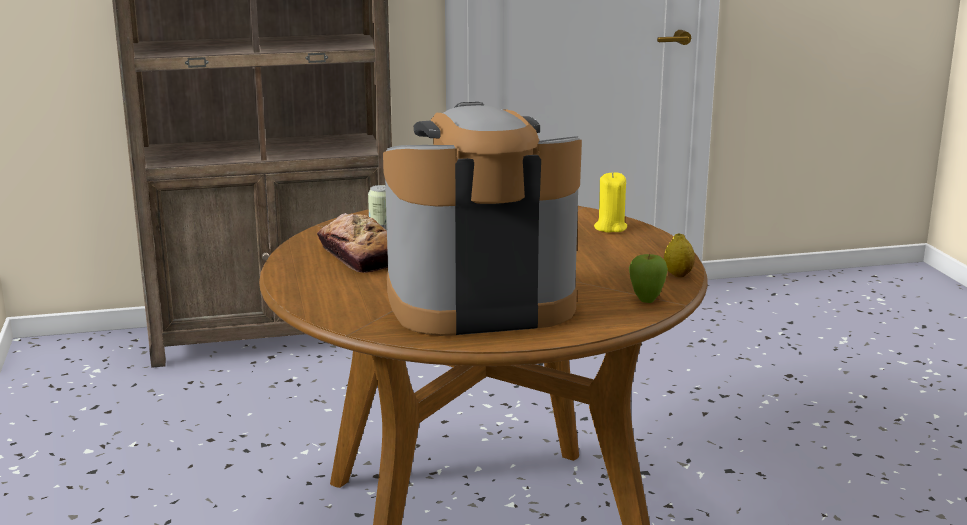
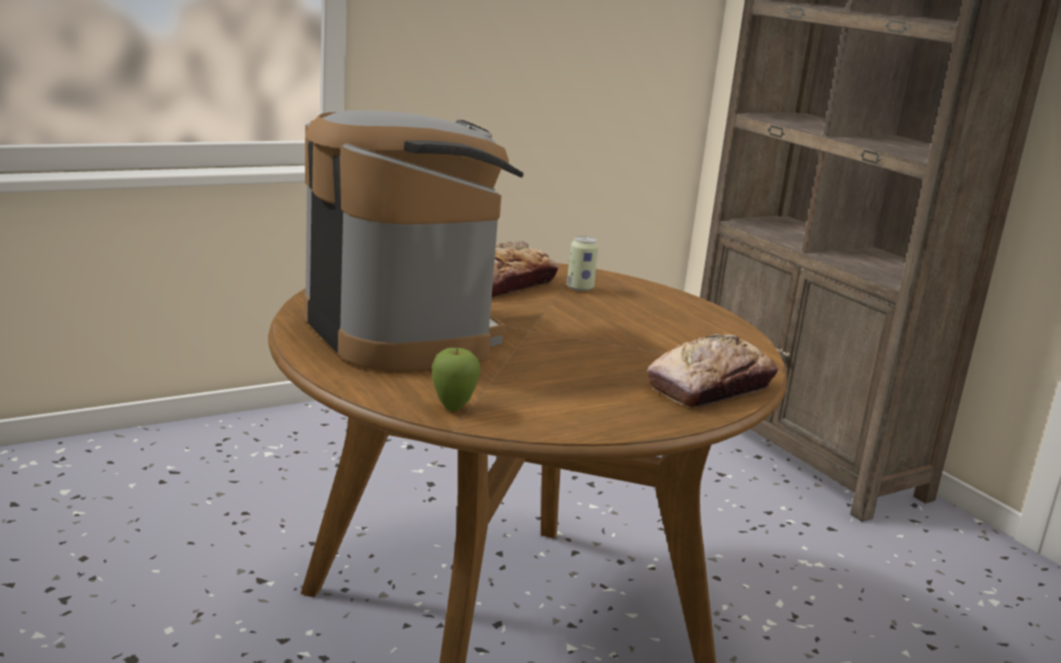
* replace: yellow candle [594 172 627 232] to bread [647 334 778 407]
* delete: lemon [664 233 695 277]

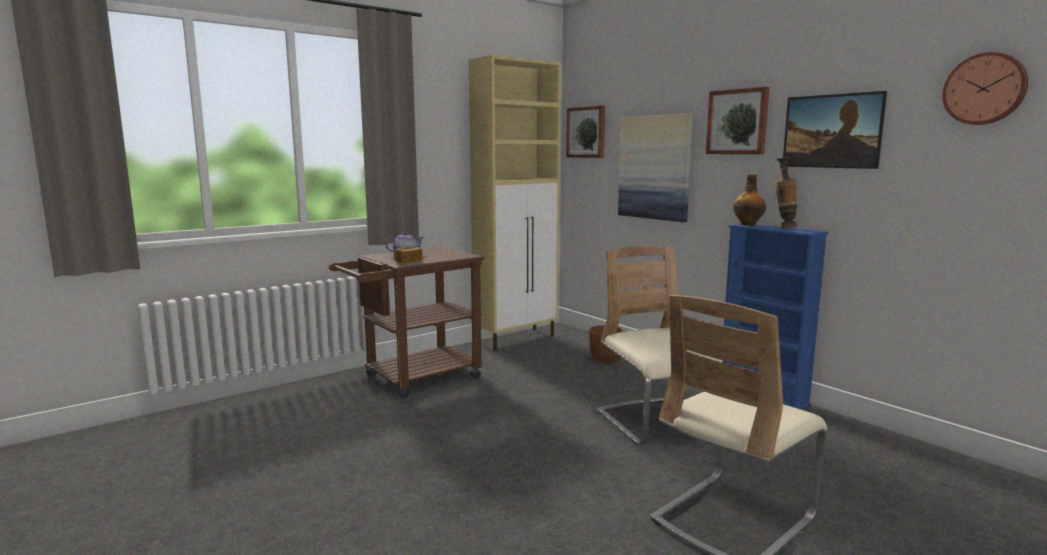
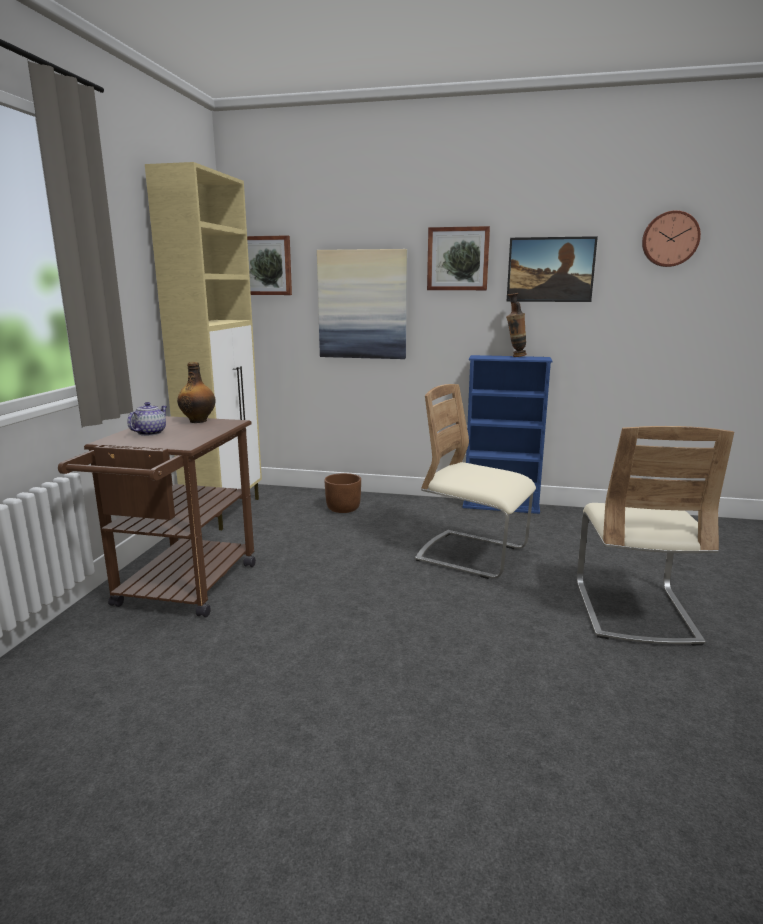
* move: bottle [733 174 766 226] to [177 362 216 423]
* delete: bread [394 246 423 263]

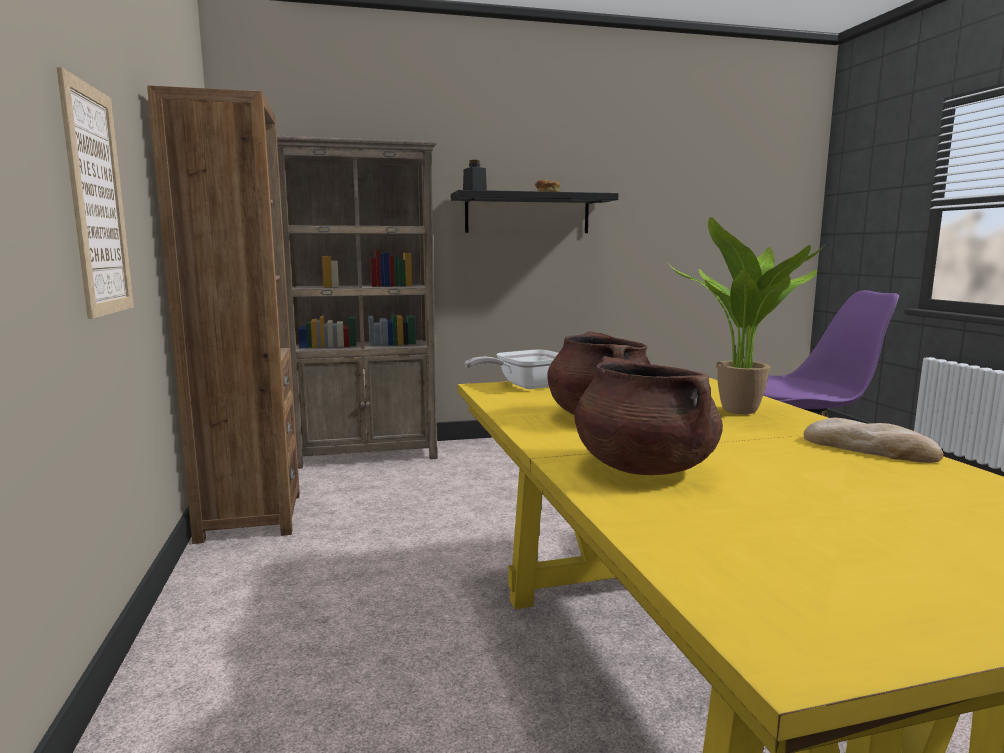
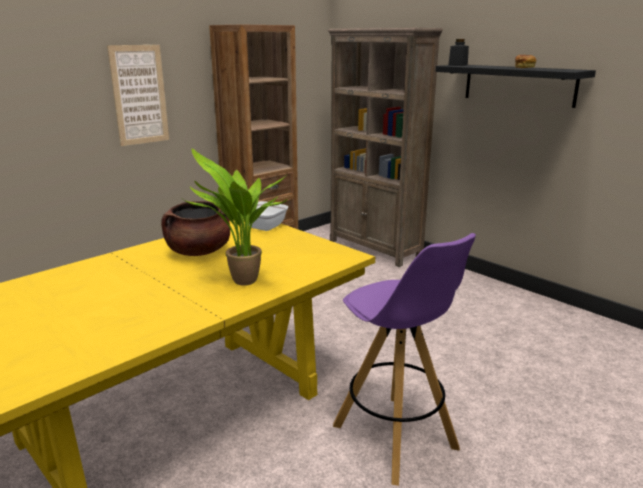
* delete: brown cooking pot [574 356 723 475]
* delete: bread [803 418 943 463]

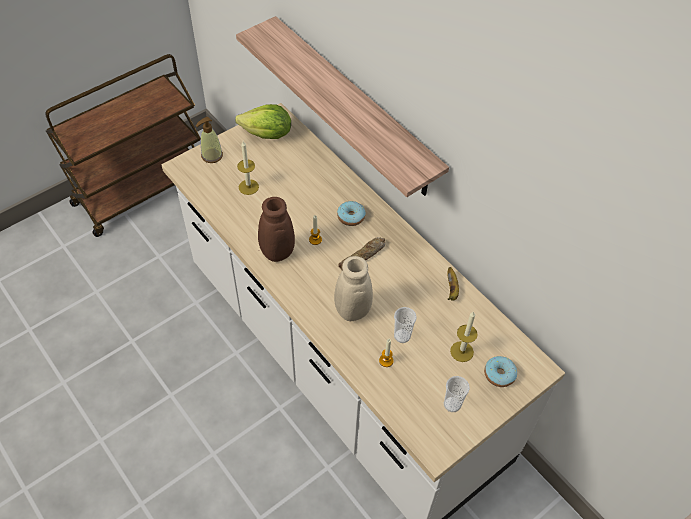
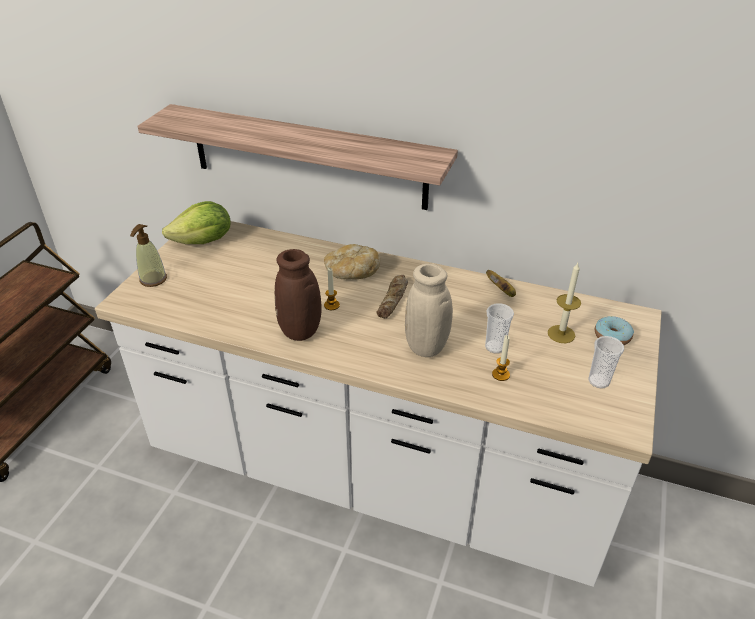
* delete: candle [237 141 259 195]
* replace: donut [337 201 366 226] to bread [324 244 380 279]

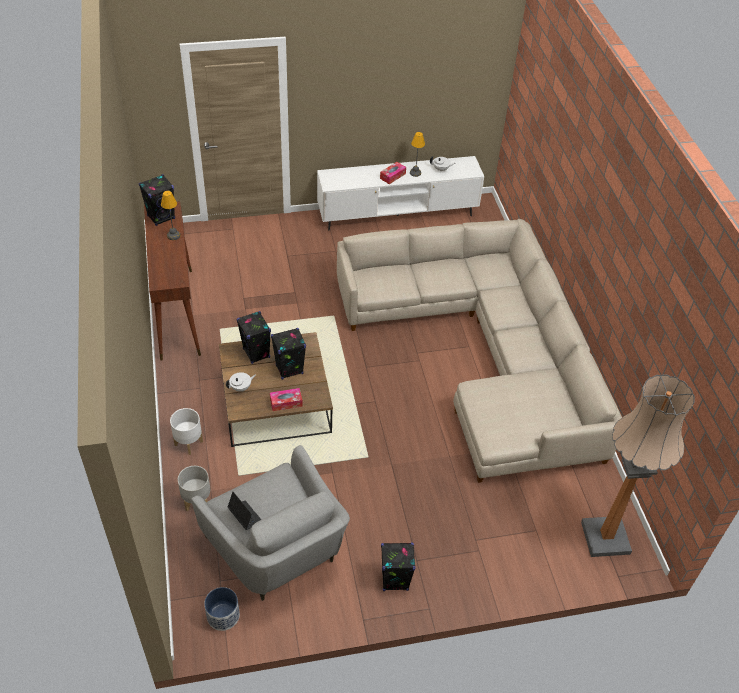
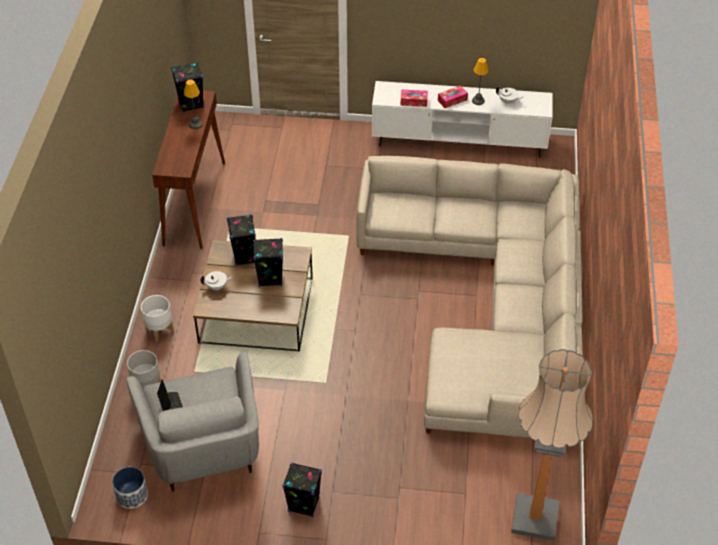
* move: tissue box [270 388 303 411] to [400 90 428 107]

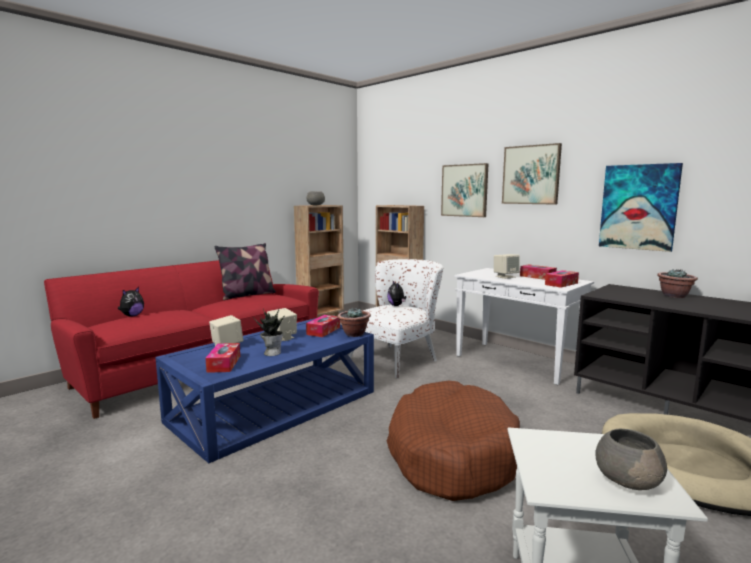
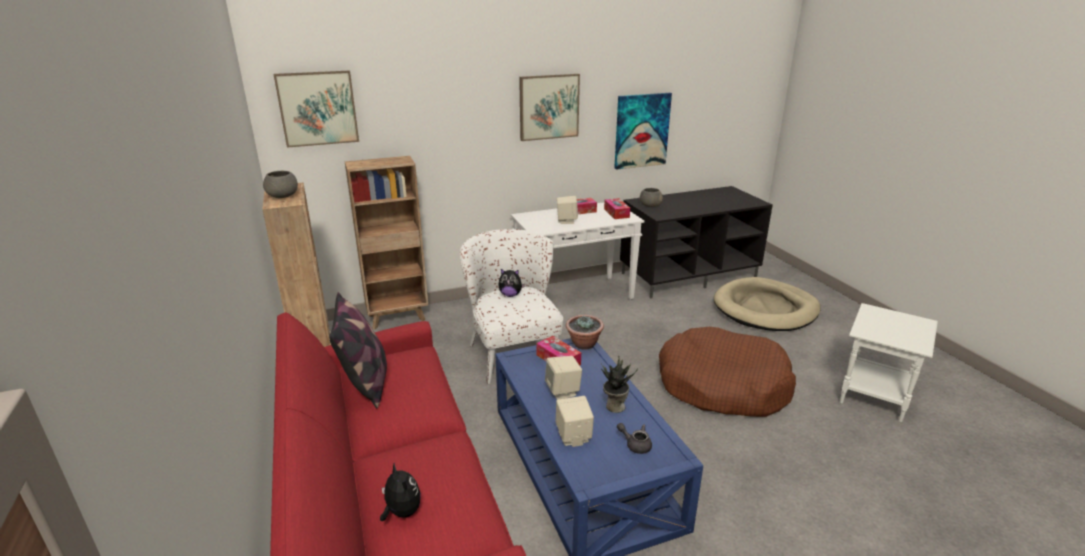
* move: picture [441 163 489 217] to [274 71 359 148]
* delete: potted plant [657 269 698 298]
* replace: tissue box [206 343 240 373] to grey teapot [617 423 652 454]
* move: grey bowl [596 429 667 490] to [640 188 663 207]

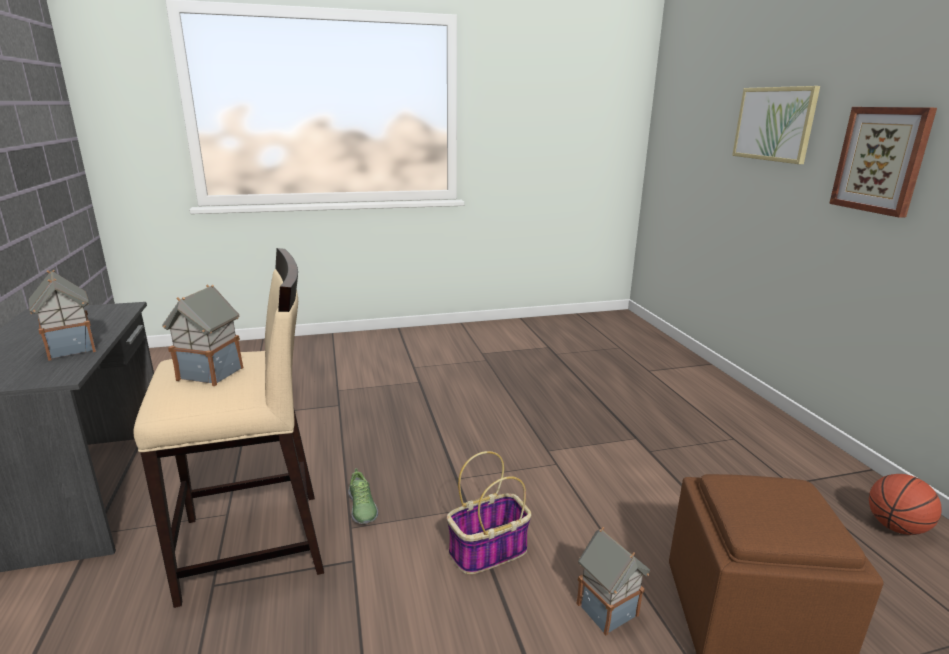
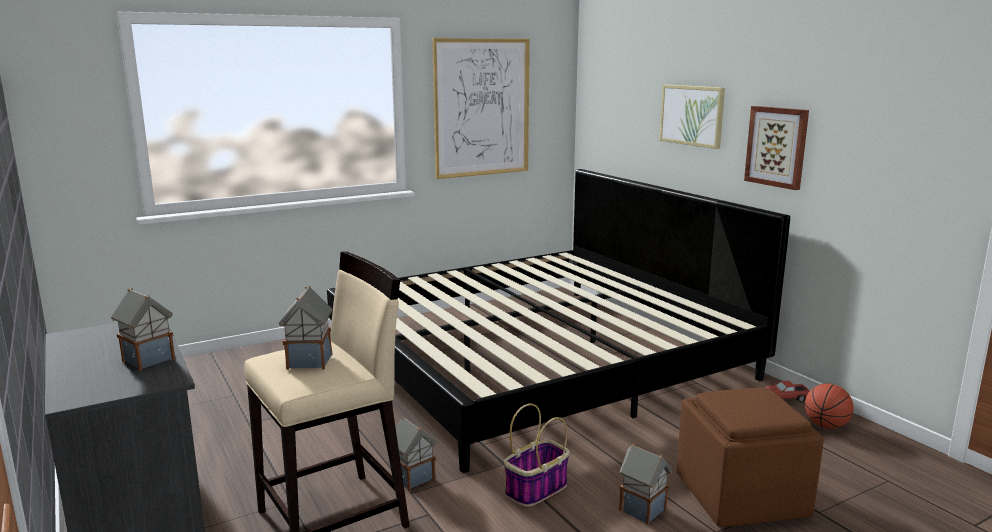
* replace: shoe [348 468 378 524] to toy house [396 416 437 491]
* insert: picture [432 38 530 179]
* insert: bed [327 169 790 473]
* insert: toy truck [764 381 810 402]

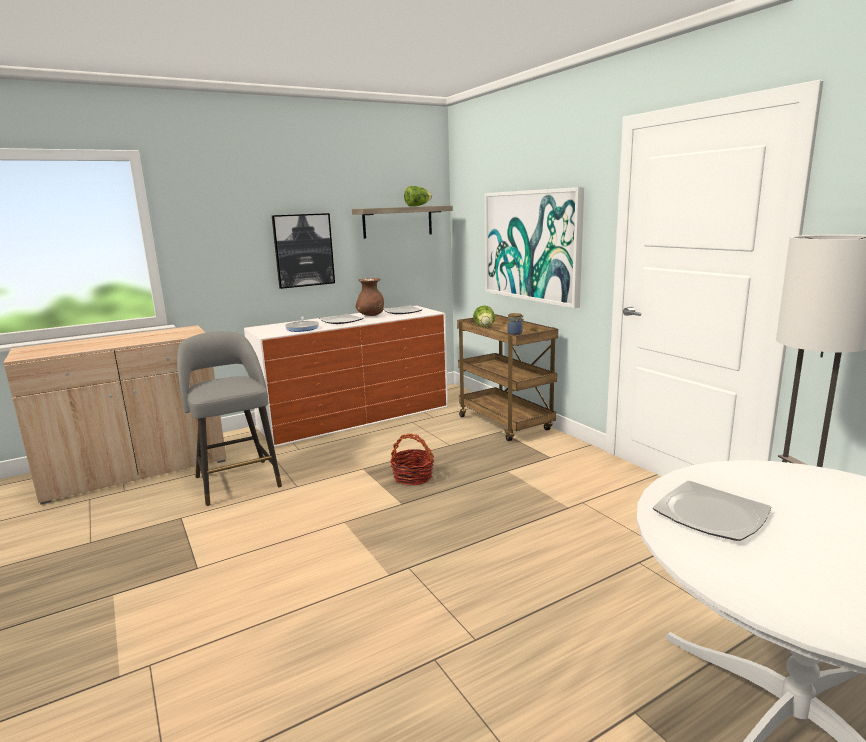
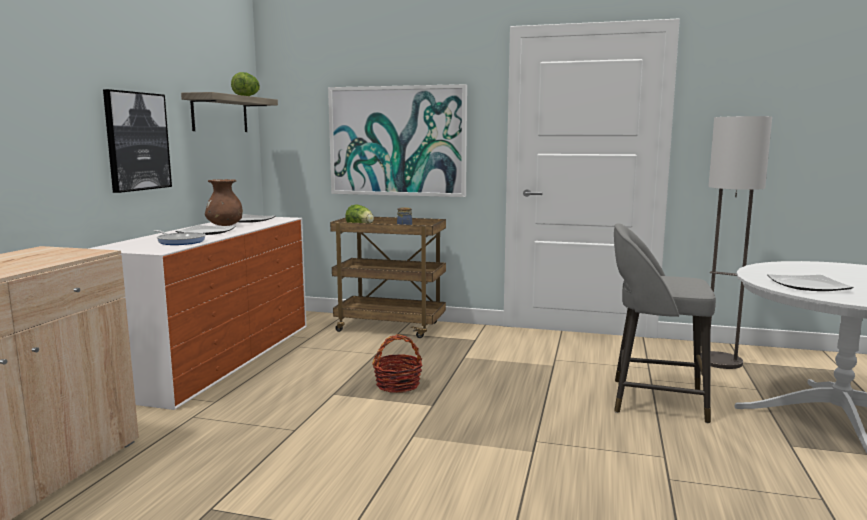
* move: grey stool [177 331 282 506] to [614 223 716 423]

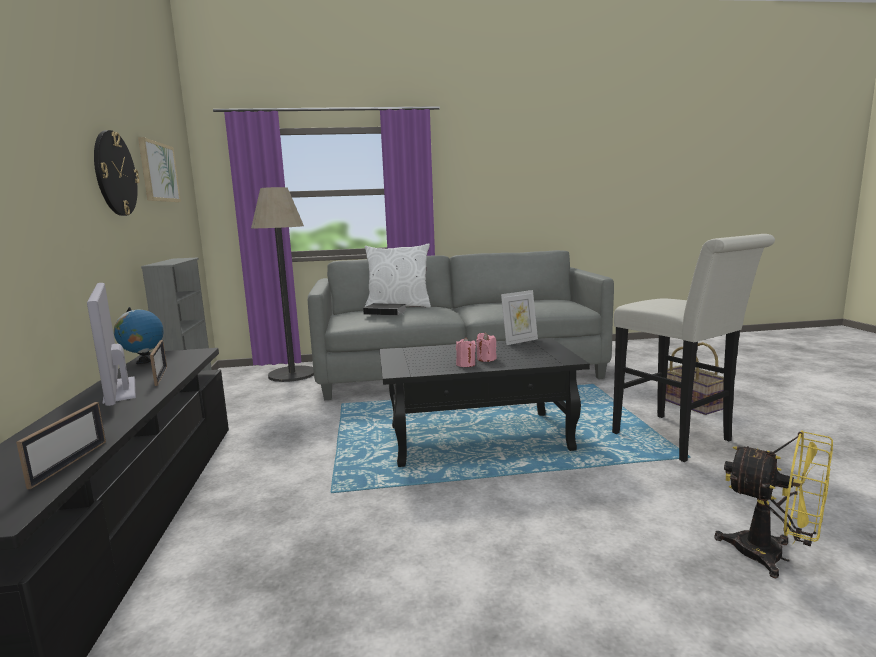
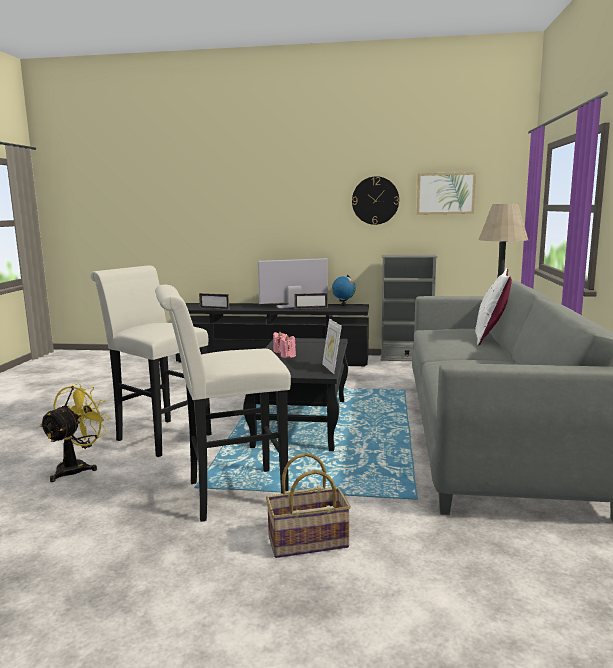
* delete: book [363 303 407 315]
* rotate: yellow fan [714 430 833 579] = [39 383 111 482] 150 degrees clockwise
* insert: white stool [90 265 212 457]

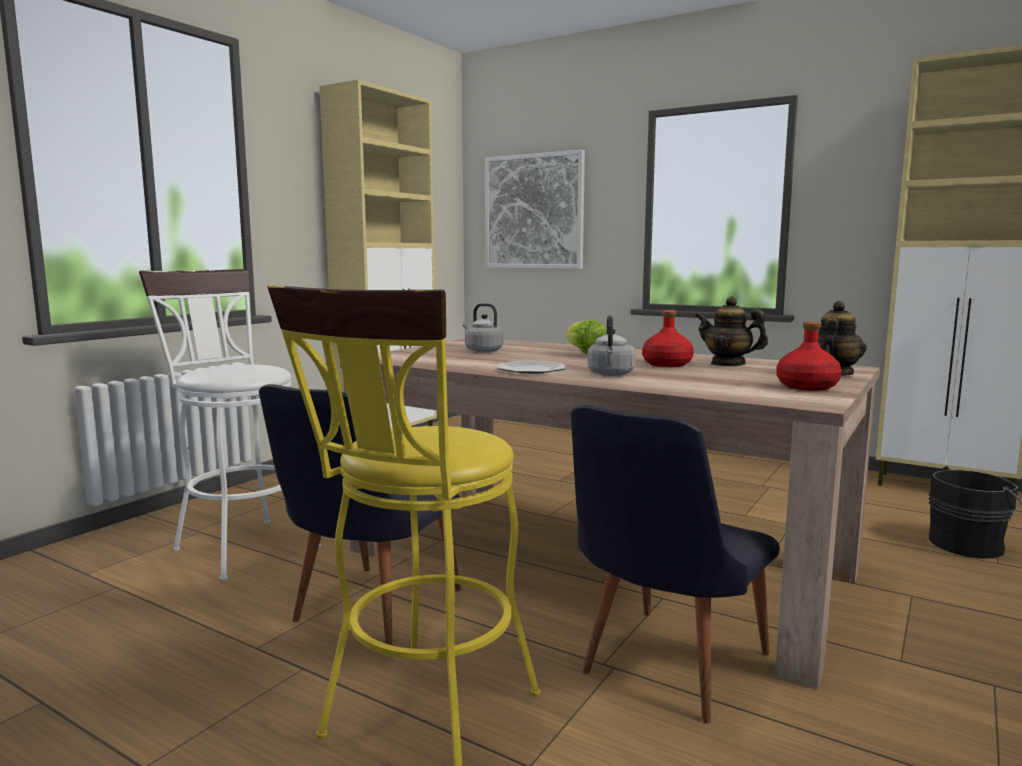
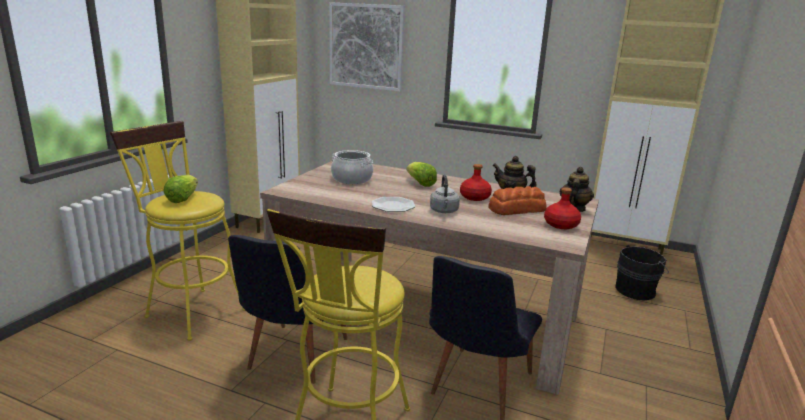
* recolor: white stool [139 269 321 581] to yellow stool [110 121 246 341]
* replace: grey kettle [463 303 503 352] to cooking pot [331 150 373 184]
* insert: lettuce [163 175 198 203]
* insert: bread [488 186 547 215]

